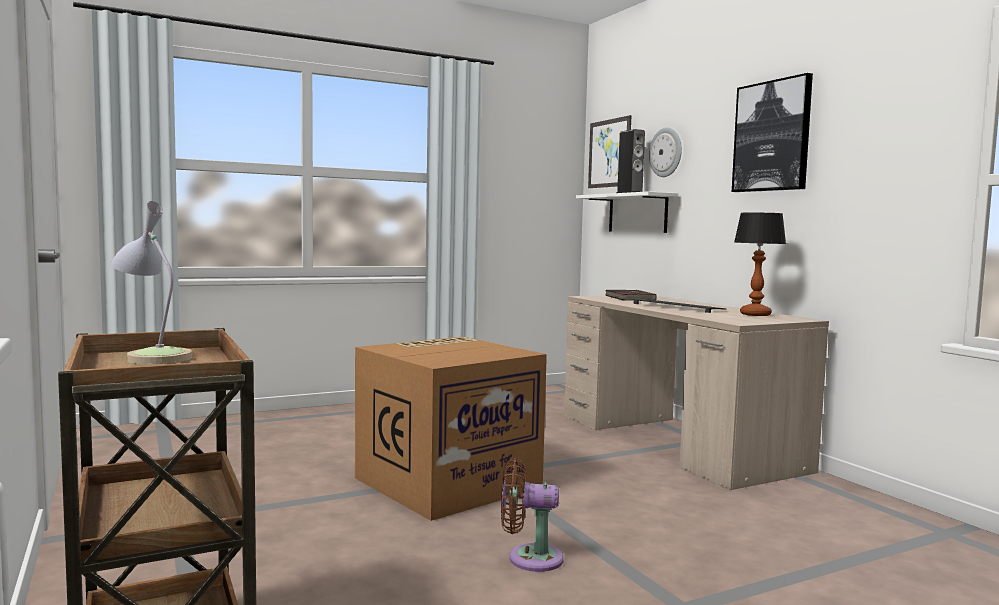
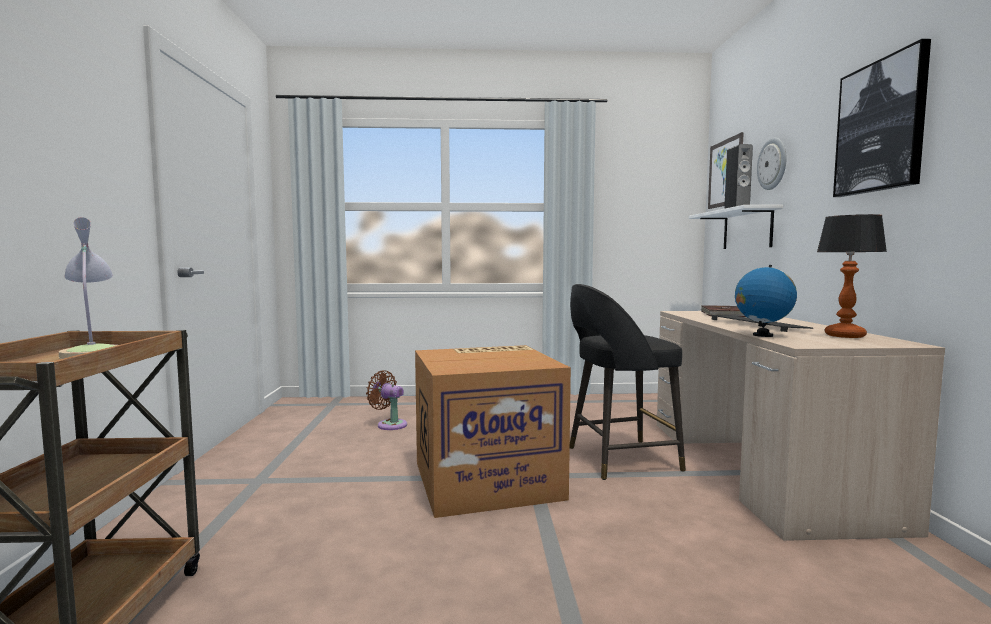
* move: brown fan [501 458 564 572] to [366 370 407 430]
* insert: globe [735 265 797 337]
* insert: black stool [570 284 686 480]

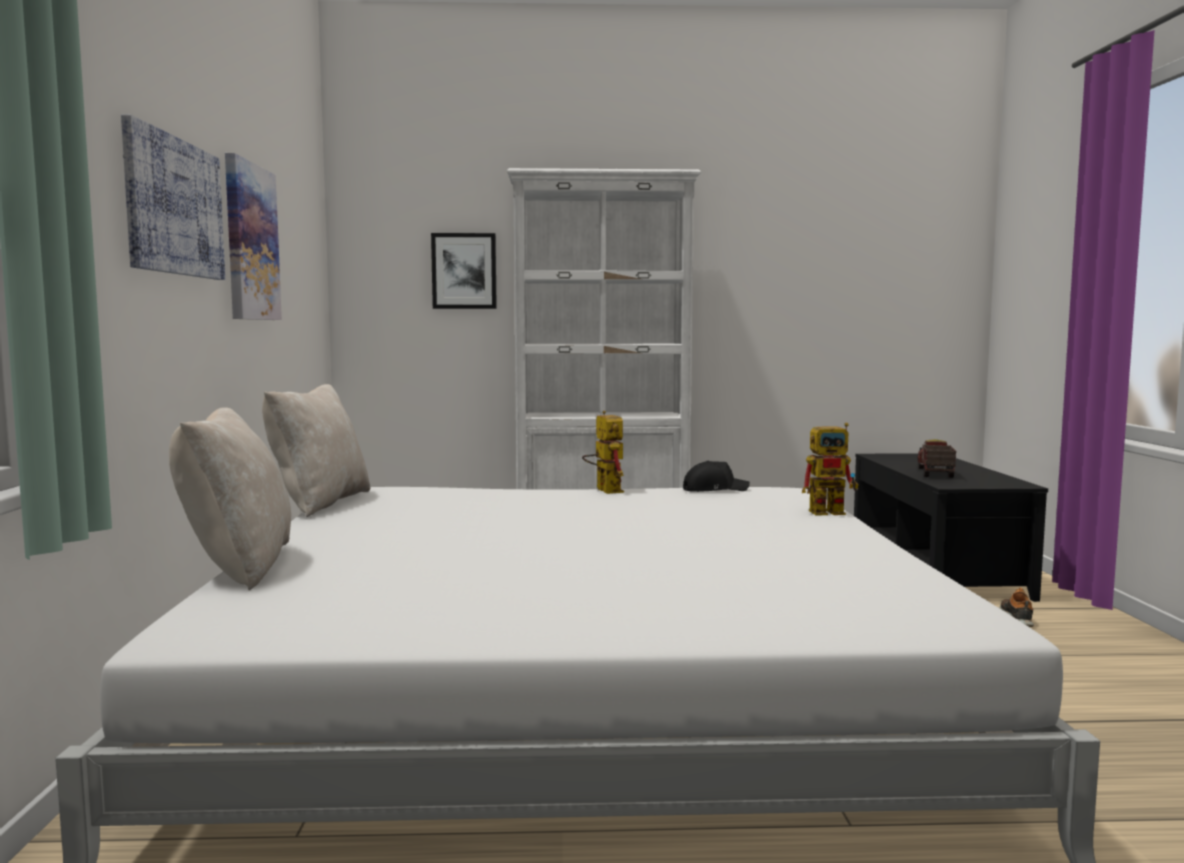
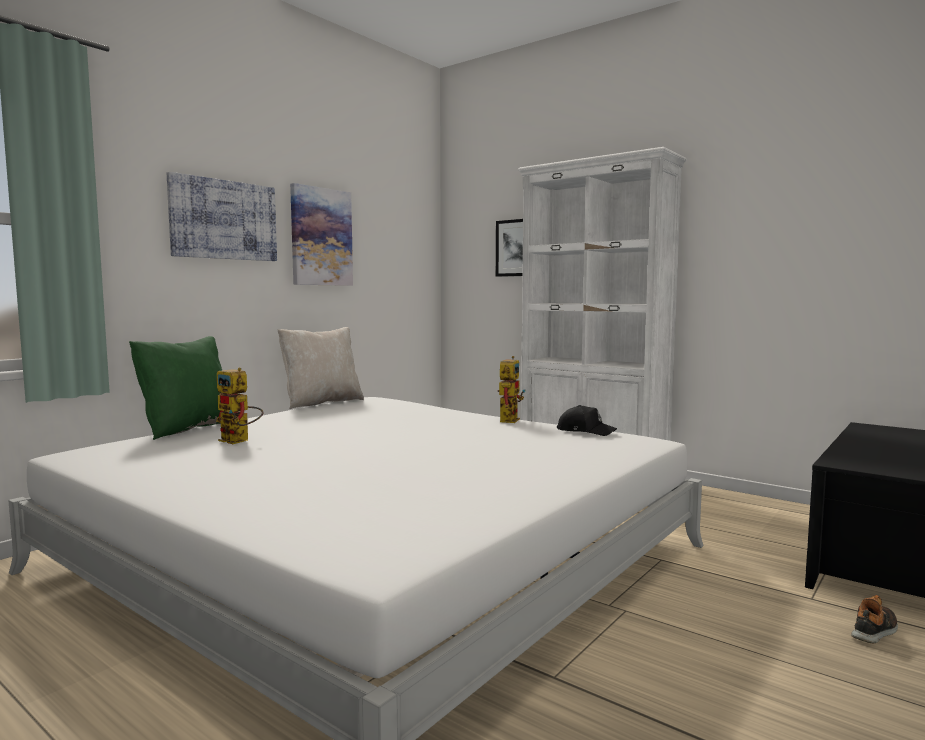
* recolor: beige pillow [169 407 291 590] to green pillow [129 336 226 440]
* move: toy robot [802 423 859 515] to [216 368 263 444]
* delete: toy truck [918 439 956 478]

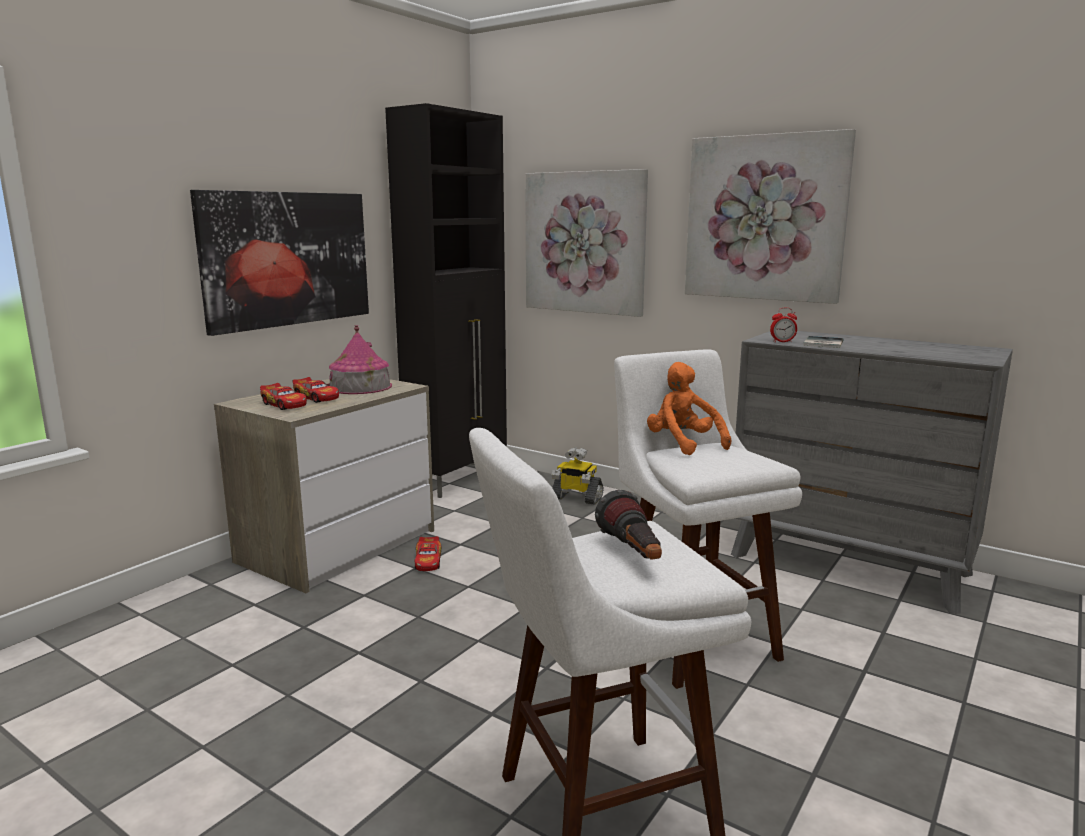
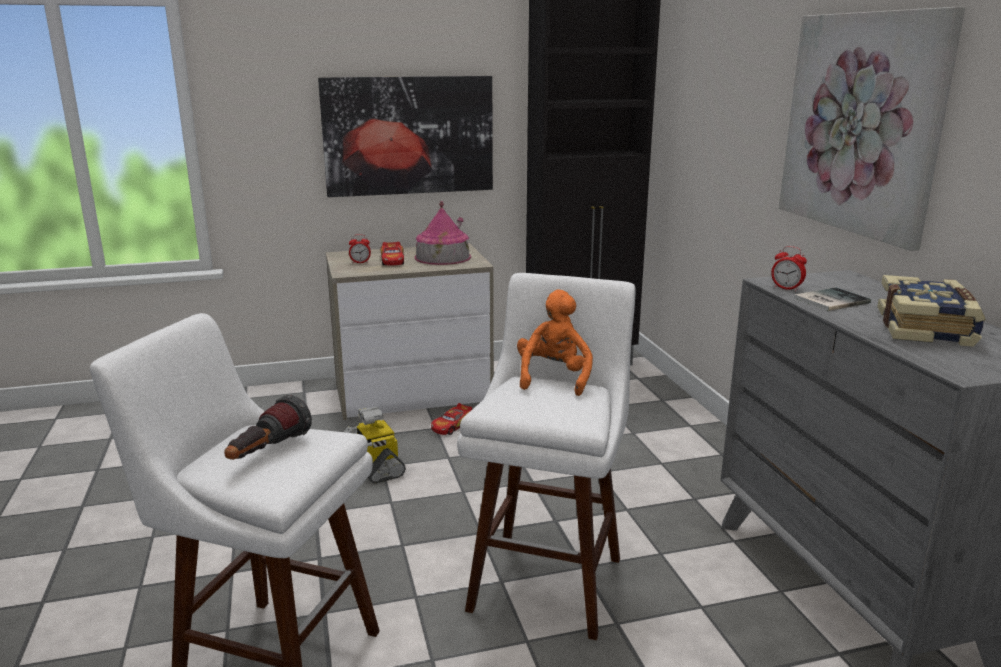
* delete: picture [525 169 648 317]
* replace: toy car [260 383 307 410] to alarm clock [349 234 371 263]
* move: toy robot [552 447 604 505] to [345 407 406 484]
* insert: book [877 275 986 347]

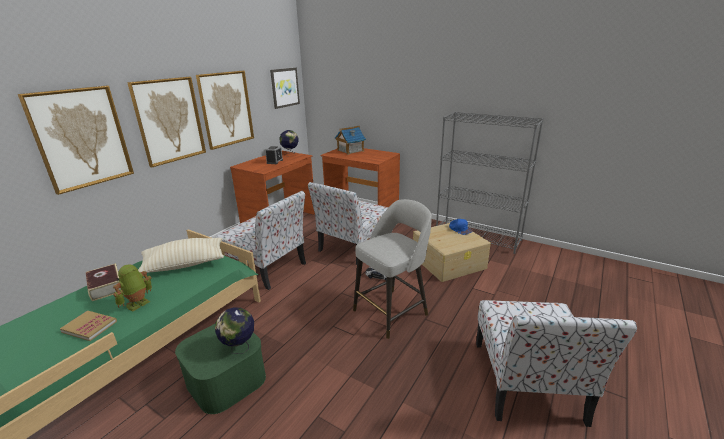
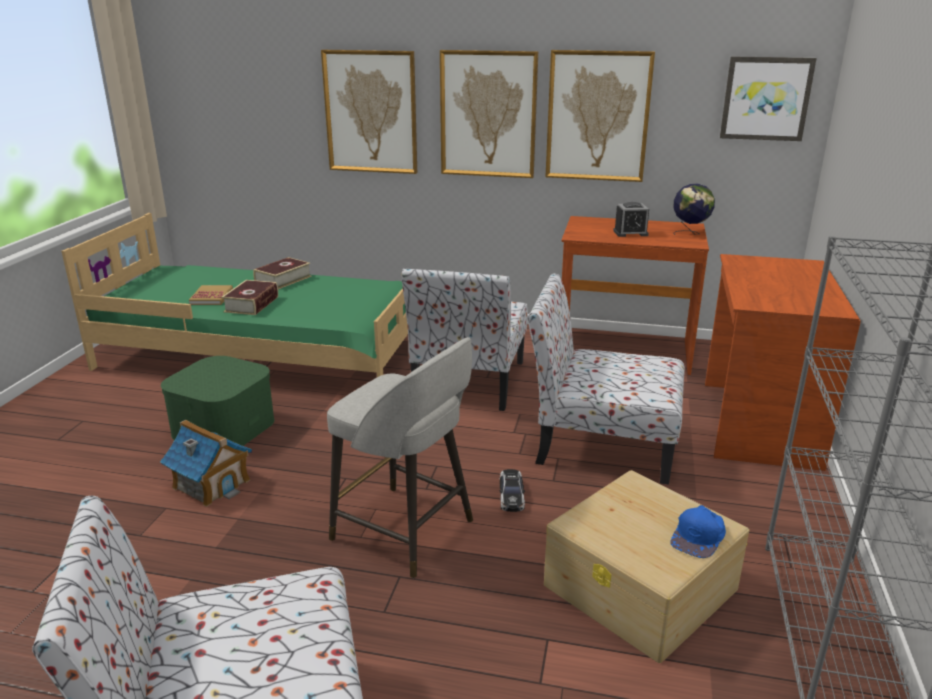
* move: toy house [335 126 366 155] to [160 420 252 507]
* delete: beige pillow [138 238 224 273]
* replace: toy robot [113 265 152 311] to book [221 280 278 315]
* delete: globe [215 307 254 354]

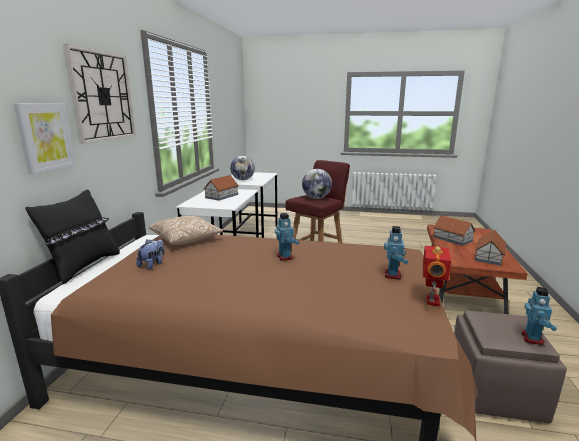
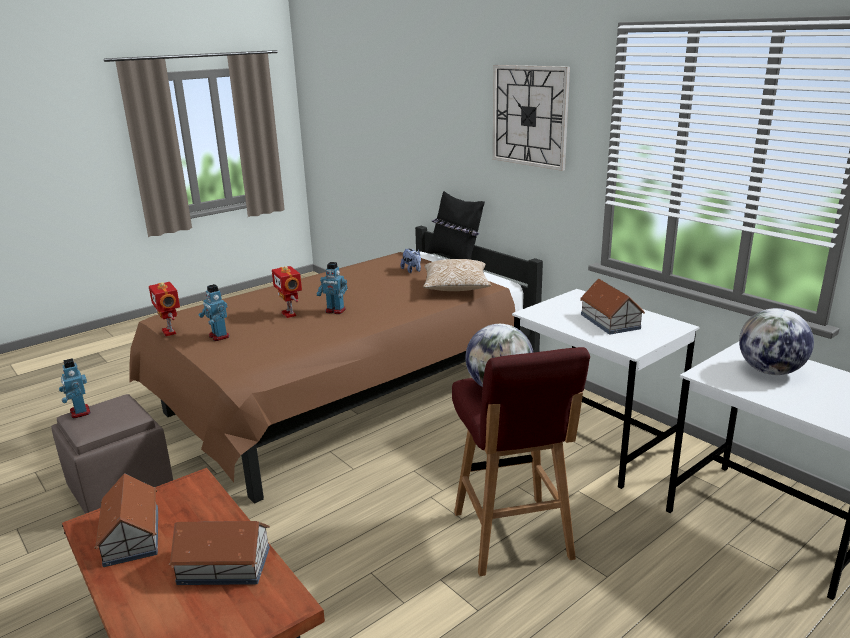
* delete: picture [14 103 76 174]
* insert: toy robot [272 266 302 318]

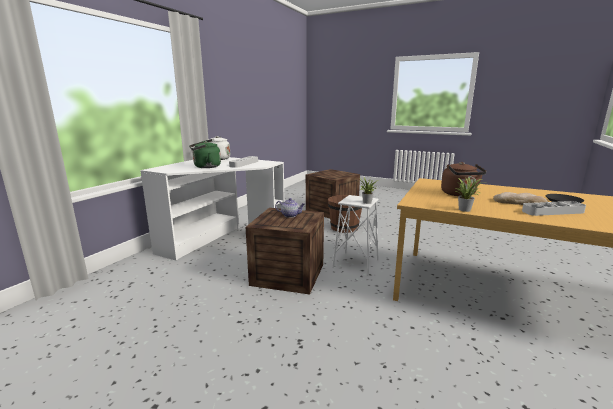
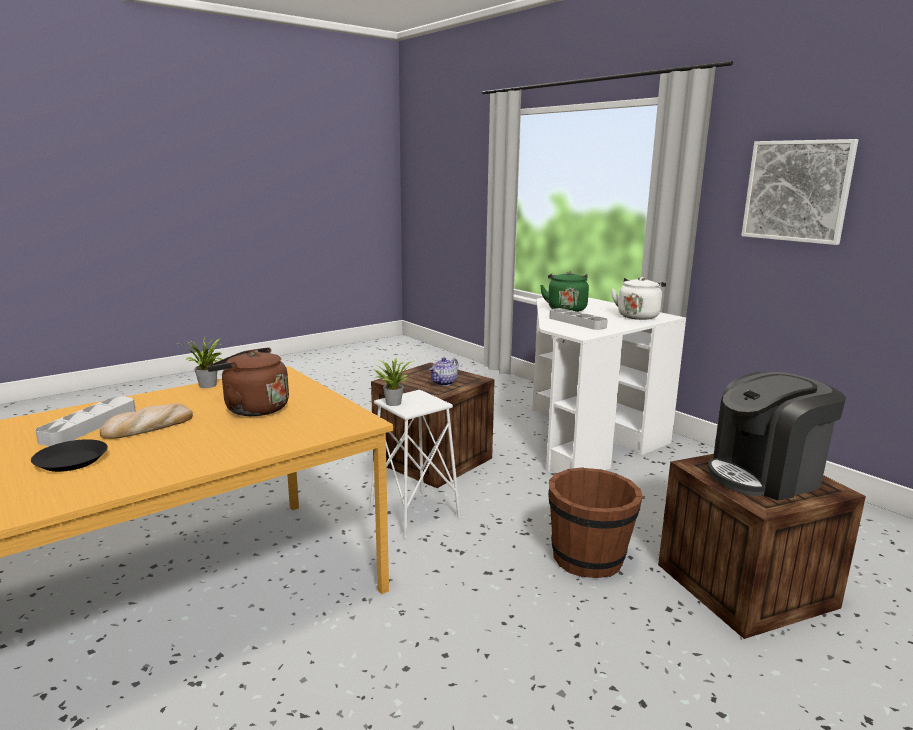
* insert: picture [741 139 858 245]
* insert: coffee machine [708 372 846 501]

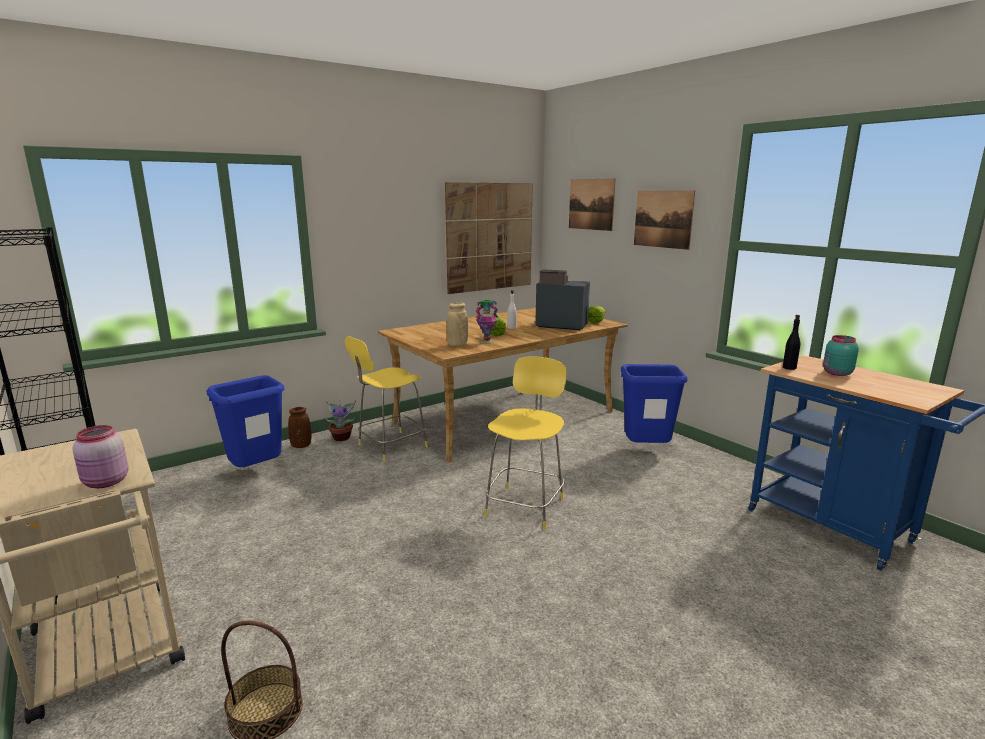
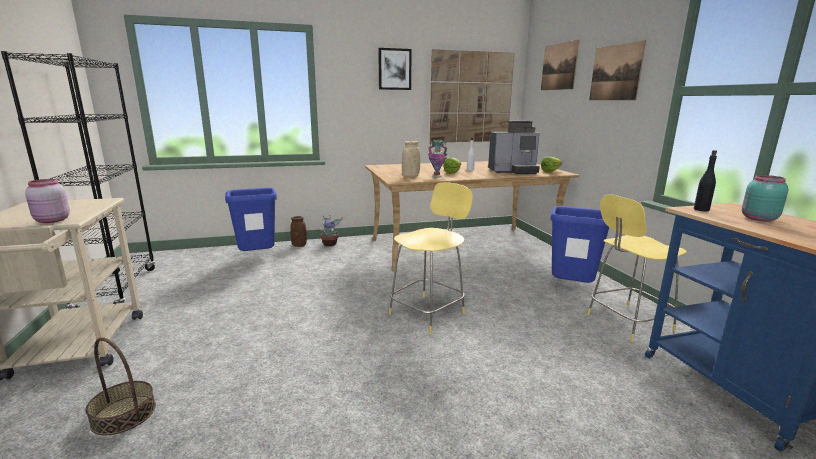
* rotate: coffee machine [535 270 590 330] = [488 121 540 174] 135 degrees clockwise
* move: yellow stool [345 336 428 462] to [587 194 687 342]
* insert: picture [378 48 412 90]

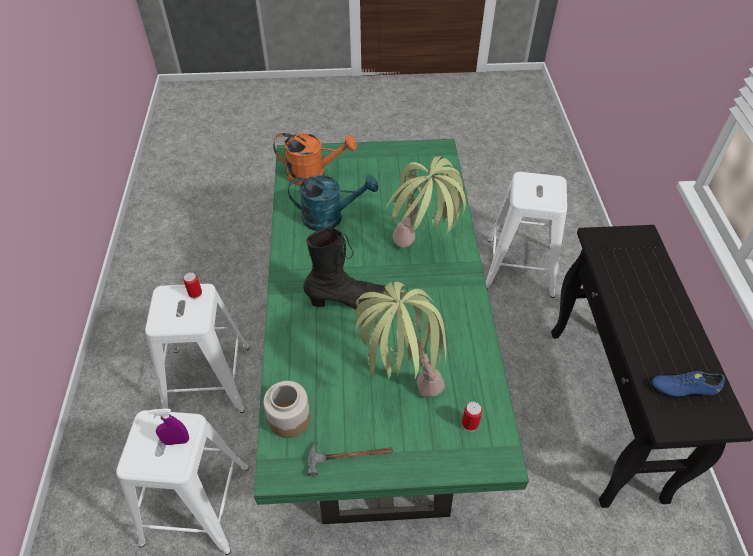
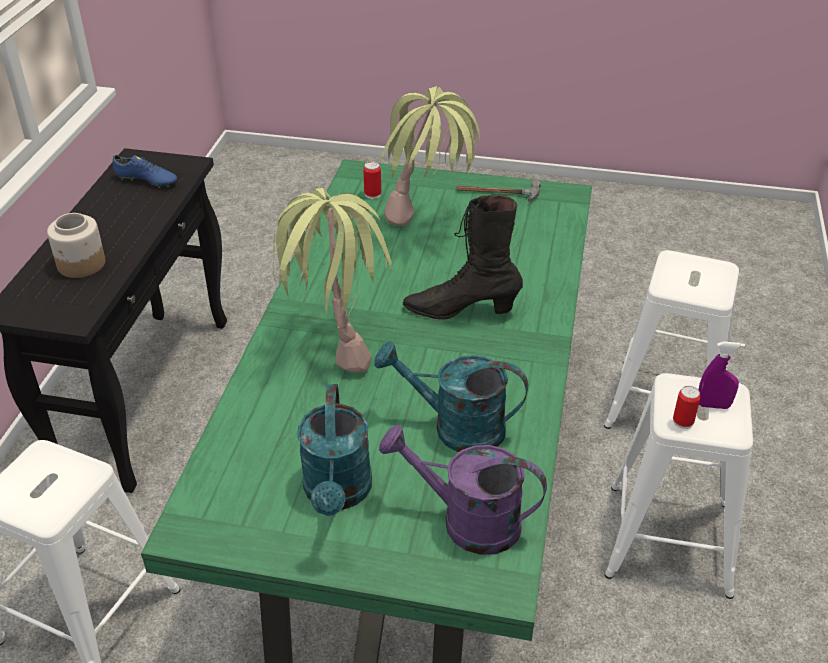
* recolor: orange watering can [273 133 357 186] to purple watering can [379 425 547 555]
* move: jar [263 381 310 438] to [47 213 106 278]
* move: purple spray bottle [148 409 189 445] to [699 342 745 409]
* insert: turquoise watering can [297 384 372 516]

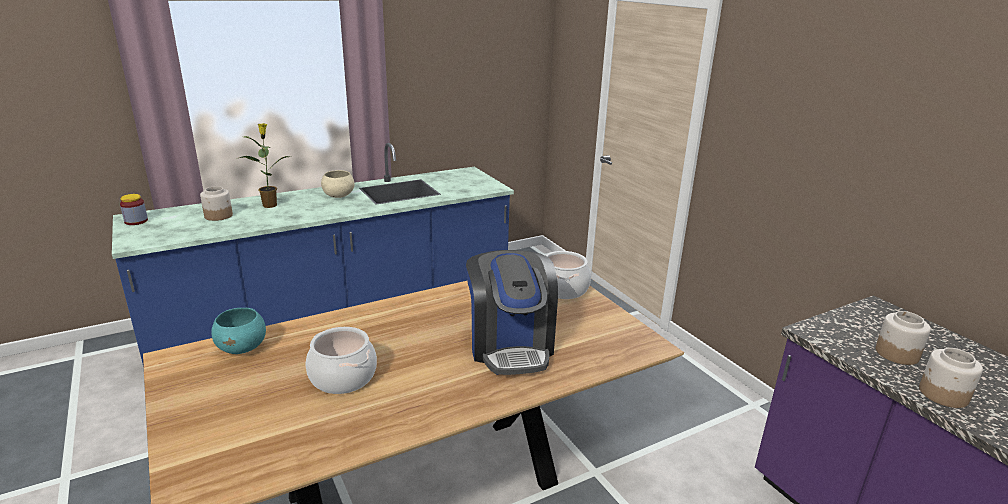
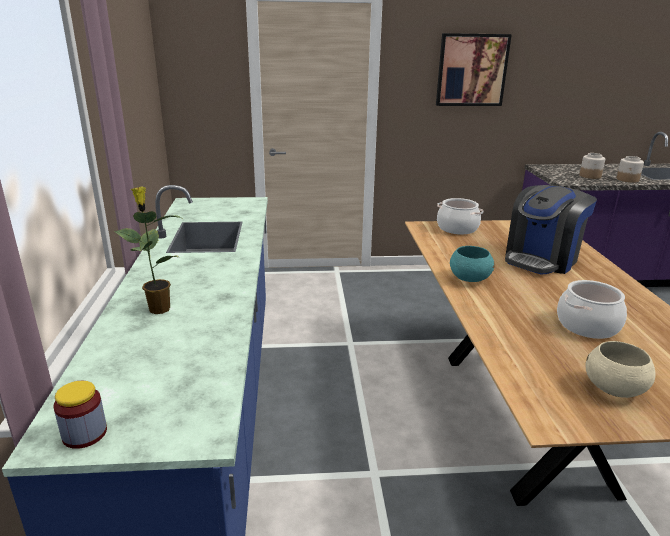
* move: beige bowl [321 170 354 198] to [585 341 655 398]
* delete: jar [200 186 233 221]
* rotate: coffee machine [466 250 558 375] = [505 185 597 274] 120 degrees clockwise
* move: turquoise bowl [211 308 266 354] to [450 246 495 282]
* insert: picture [436 33 512 106]

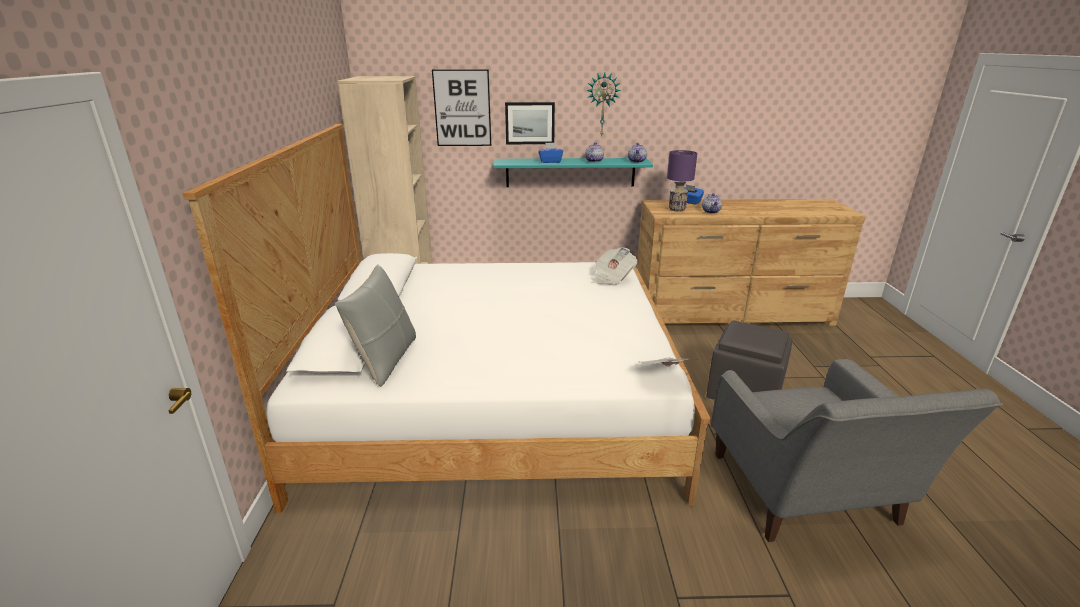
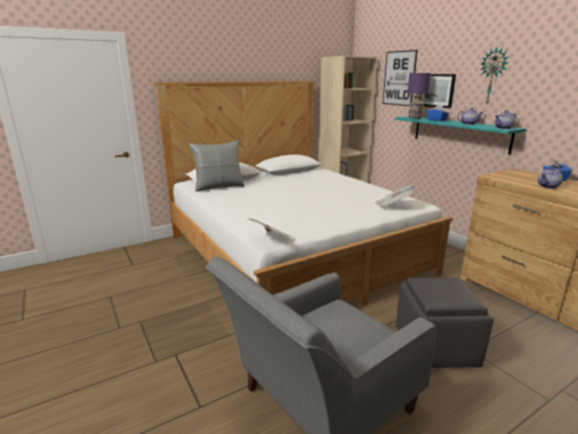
* move: purple table lamp [667 150 697 212] to [408 73 431 119]

